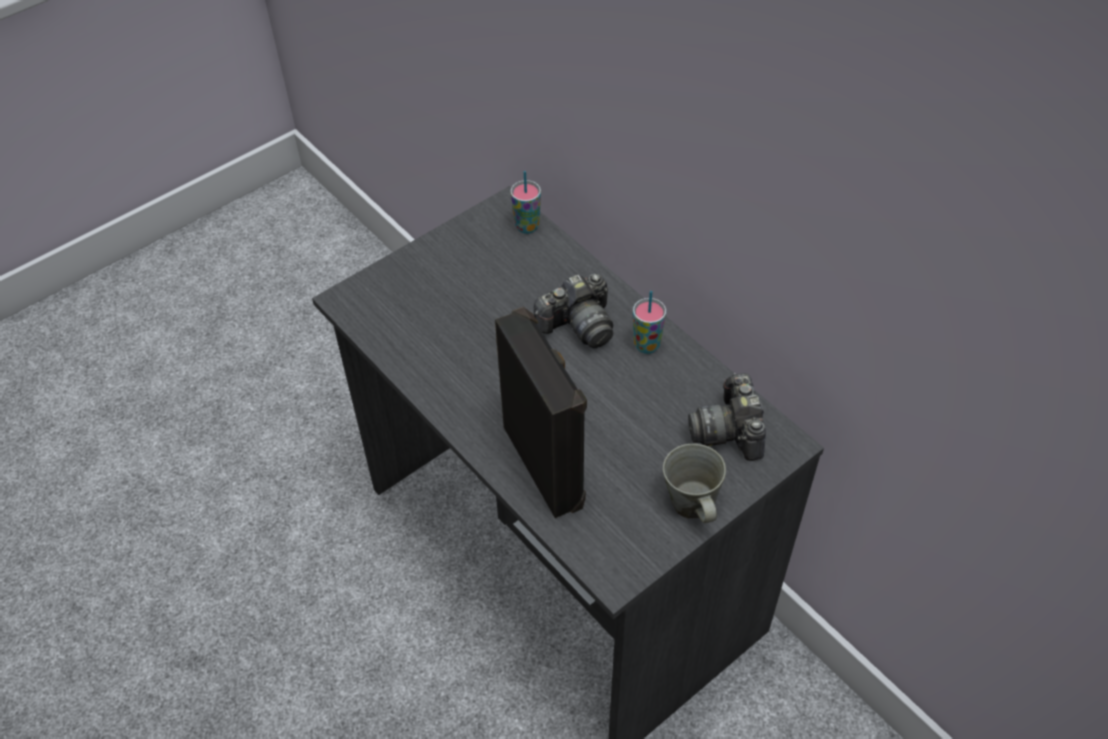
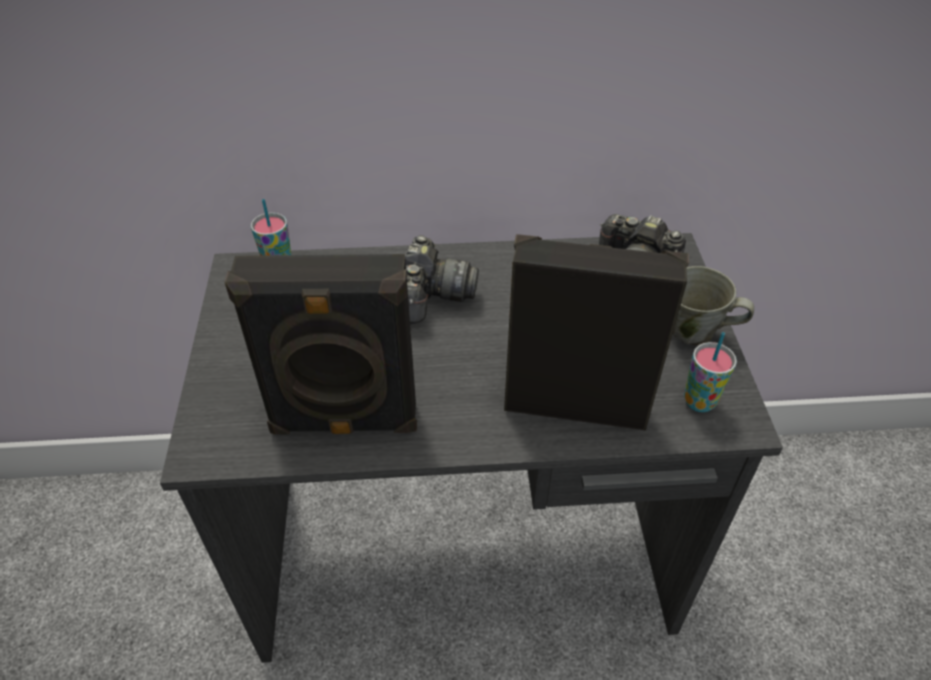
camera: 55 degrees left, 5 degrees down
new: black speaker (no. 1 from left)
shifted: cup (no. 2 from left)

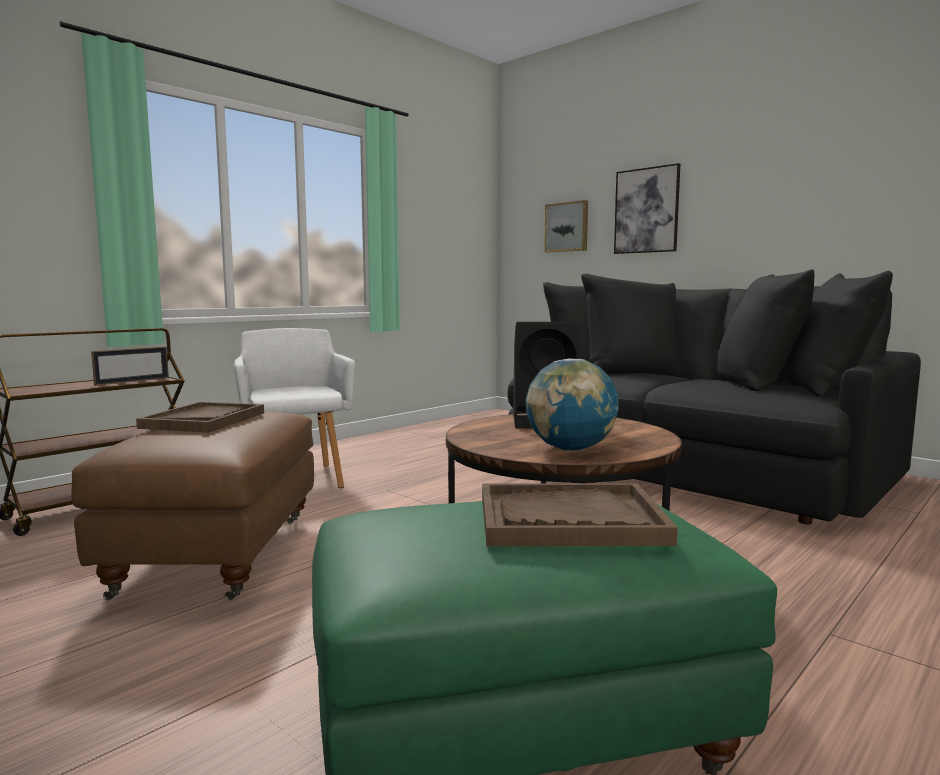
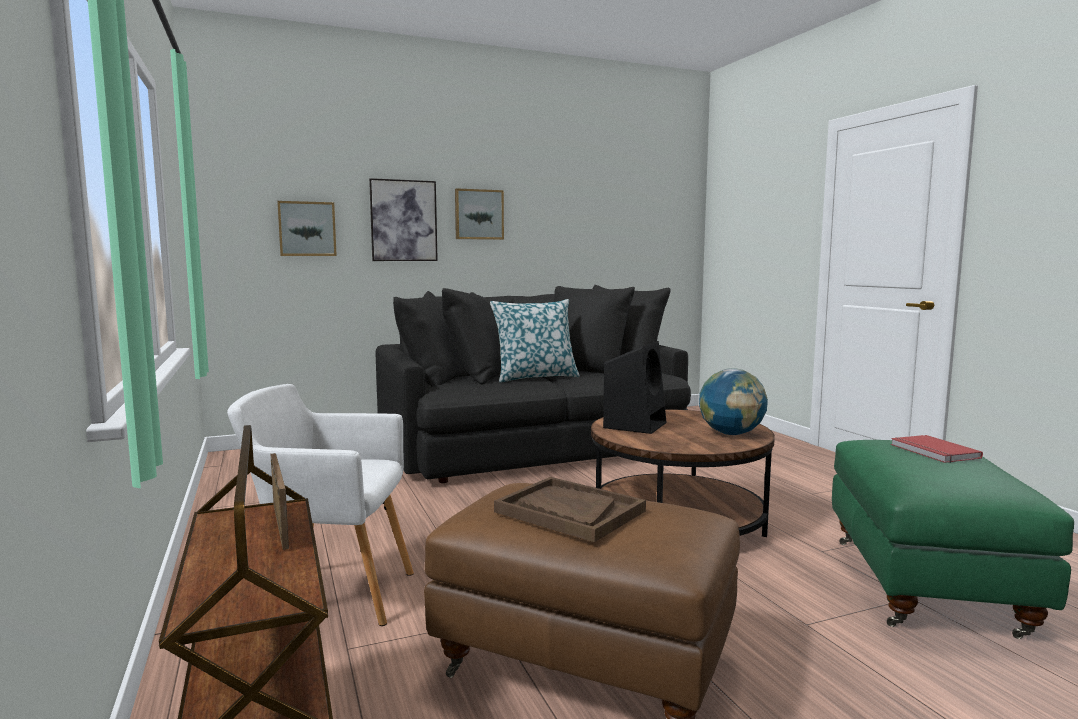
camera: 65 degrees left, 0 degrees up
new: picture (no. 3 from left); pillow
swapped: brown tray (no. 2 from left) to red book

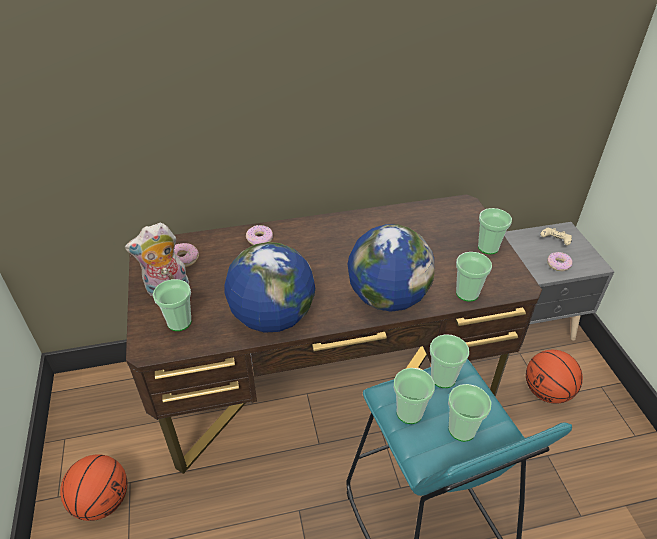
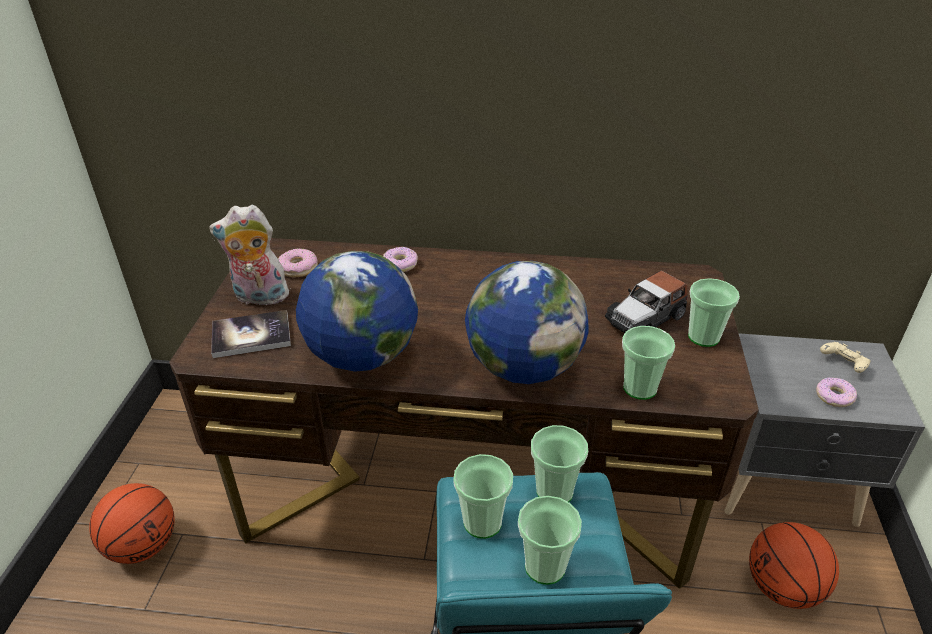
camera: 20 degrees right, 5 degrees down
new: toy car
swapped: cup (no. 1 from left) to book

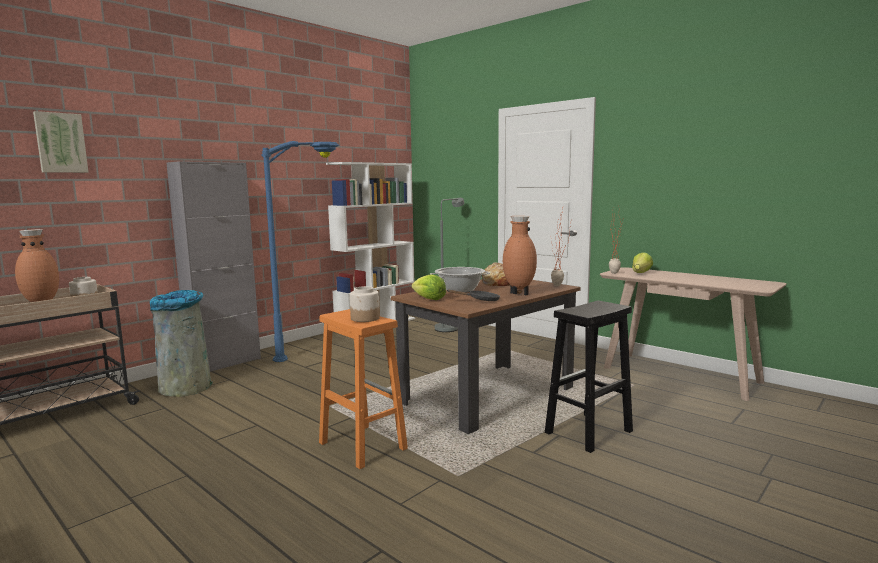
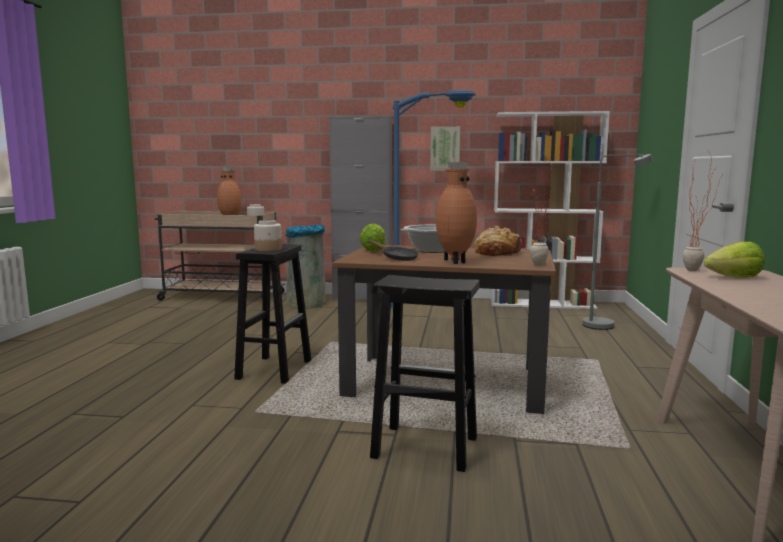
camera: 55 degrees right, 0 degrees up
shifted: picture
repainted: orange stool to black stool (no. 1 from left)

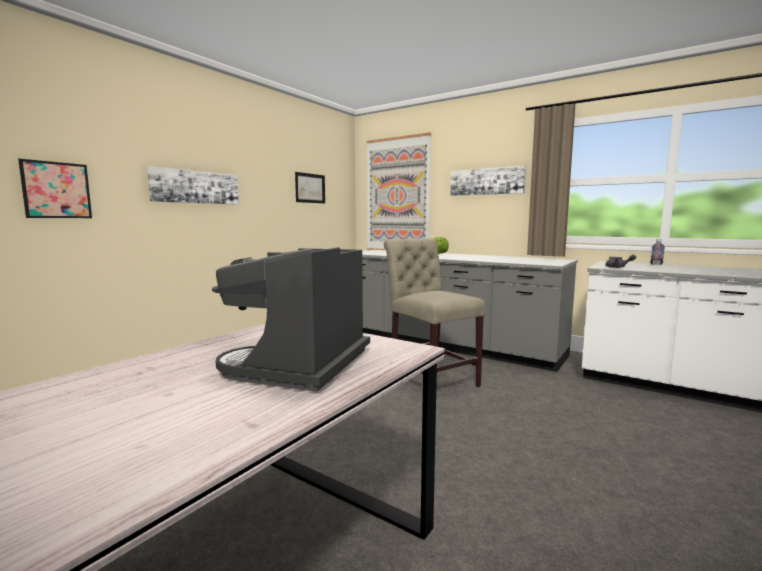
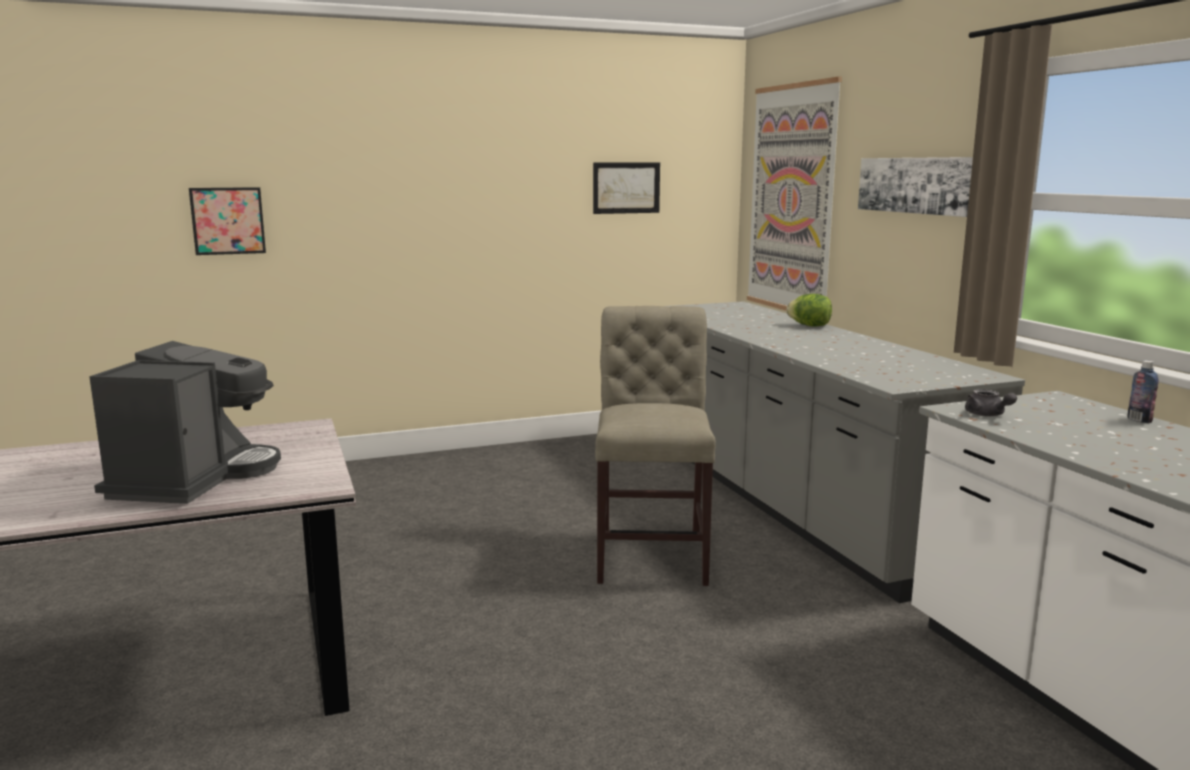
camera: 35 degrees right, 5 degrees up
gone: picture (no. 2 from left)
rotated: coffee machine 135 degrees clockwise

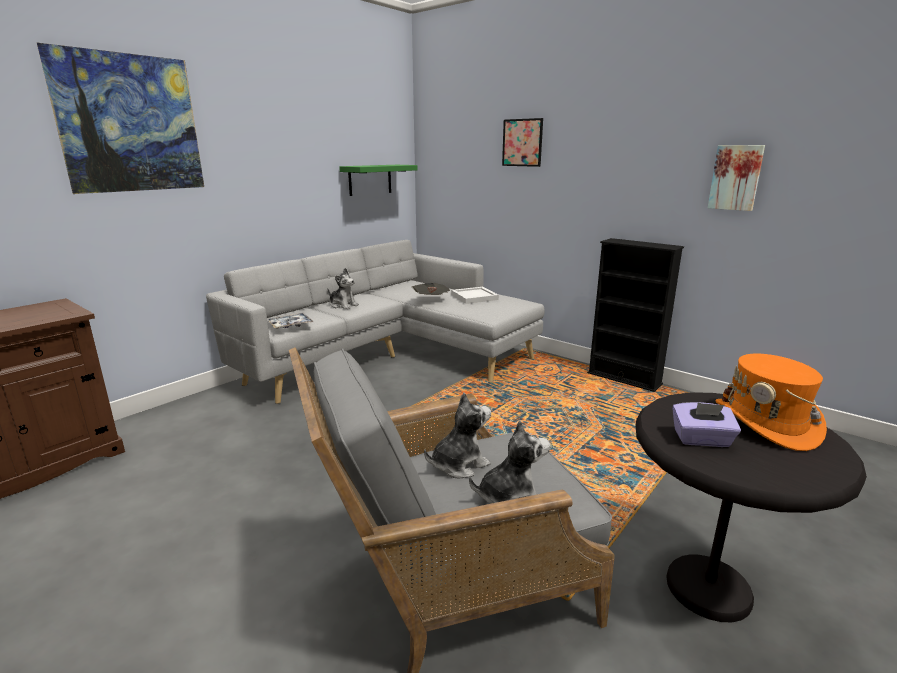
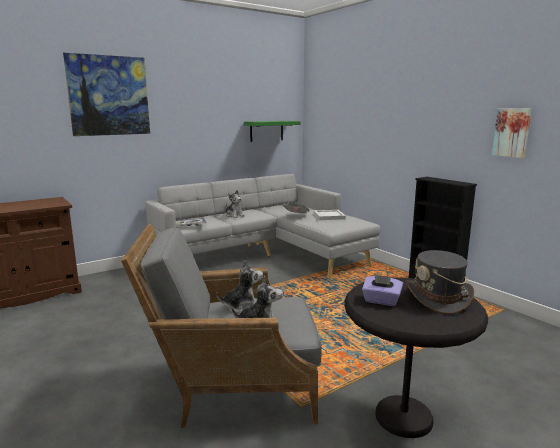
camera: 15 degrees right, 5 degrees down
gone: picture (no. 2 from left)
repainted: orange hat to grey hat

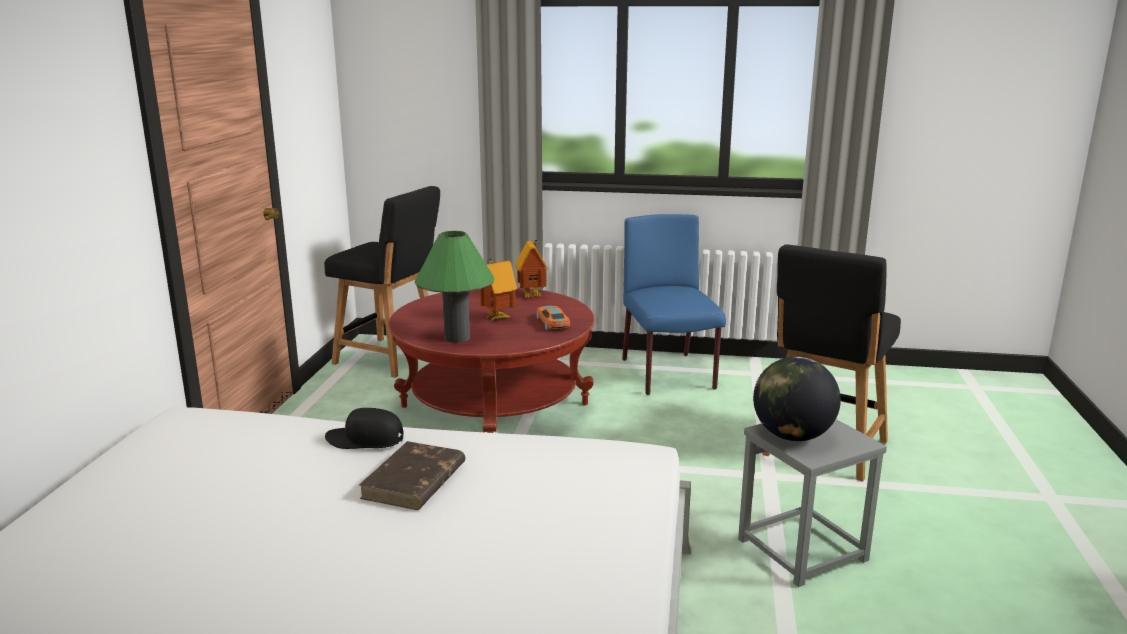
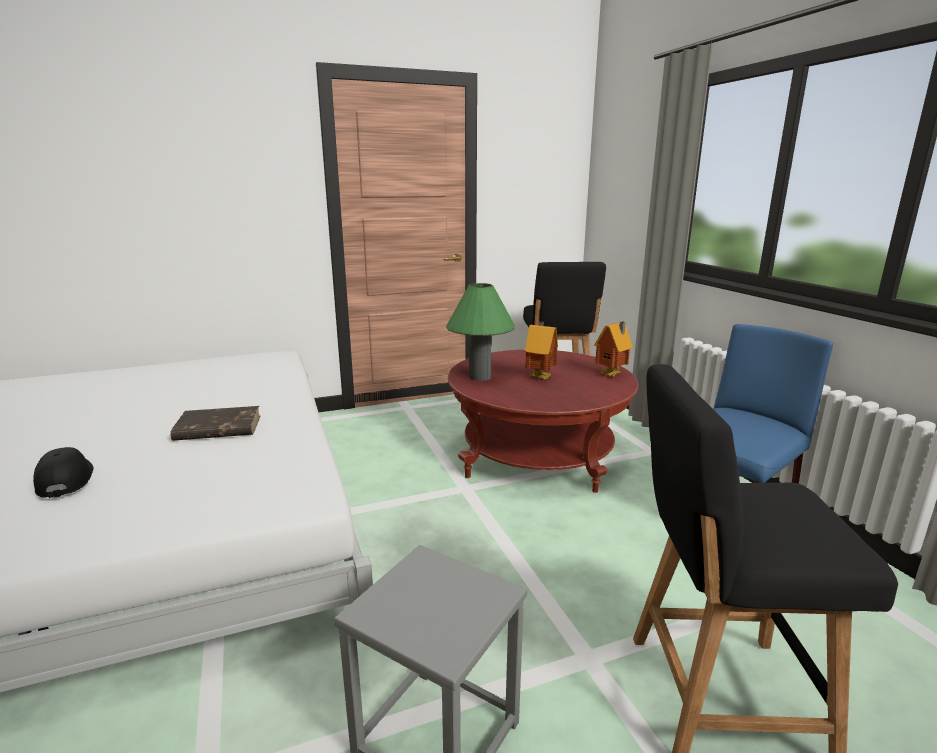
camera: 60 degrees right, 0 degrees up
gone: toy car; globe
shifted: black cap

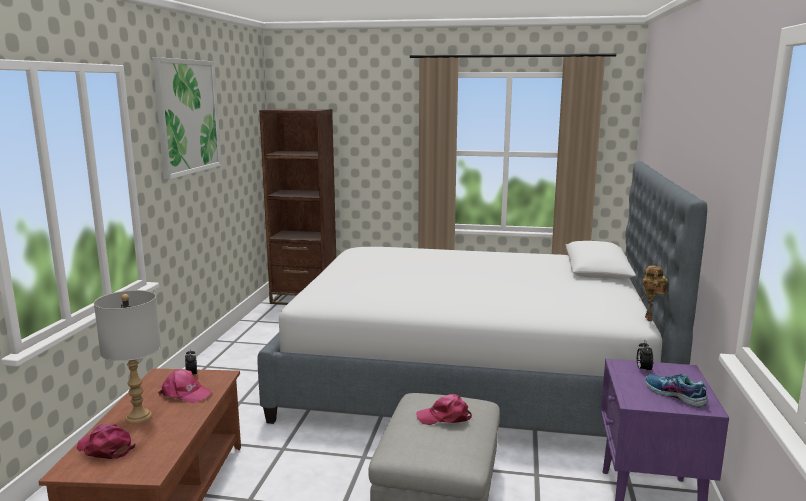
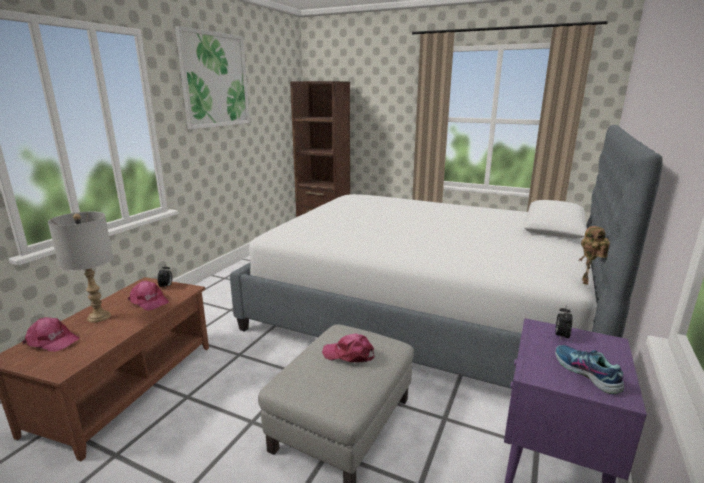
camera: 15 degrees right, 5 degrees up
rotated: pink cap (no. 1 from left) 150 degrees clockwise

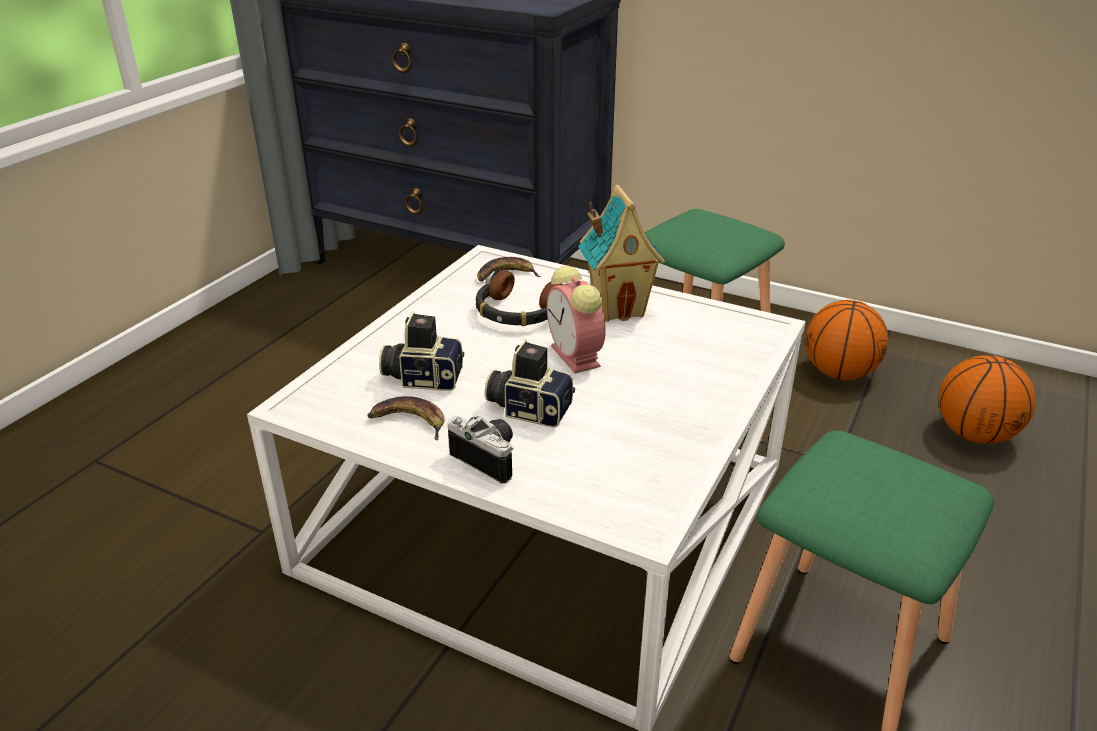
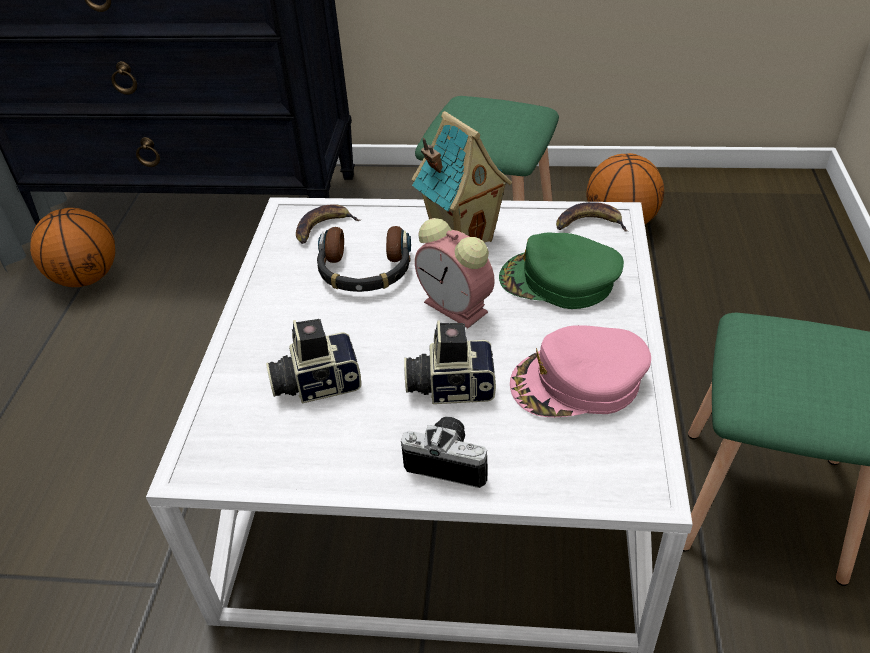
camera: 20 degrees left, 10 degrees up
new: green cap; pink cap
shifted: basketball (no. 2 from left in the first image) to basketball (no. 1 from left); banana (no. 1 from left in the first image) to banana (no. 2 from left)

